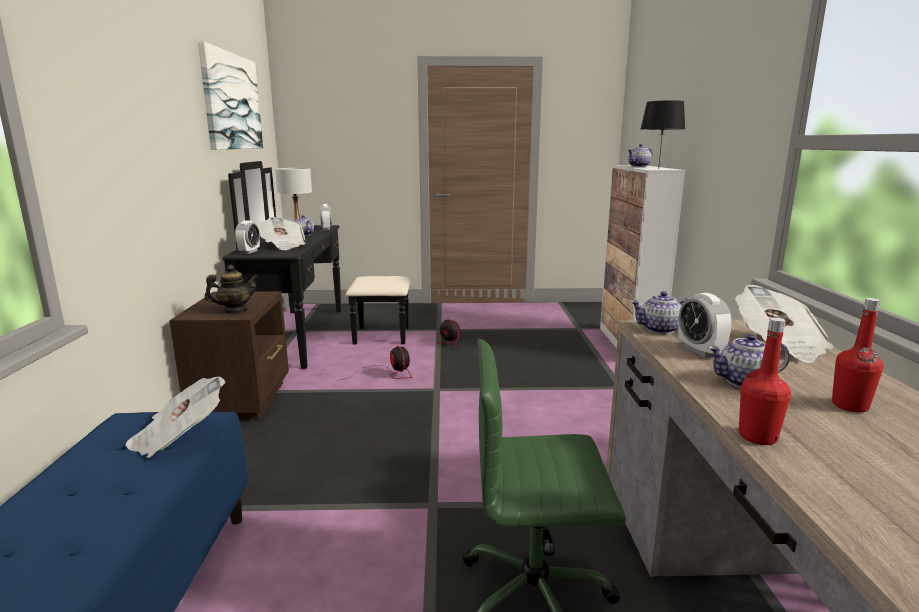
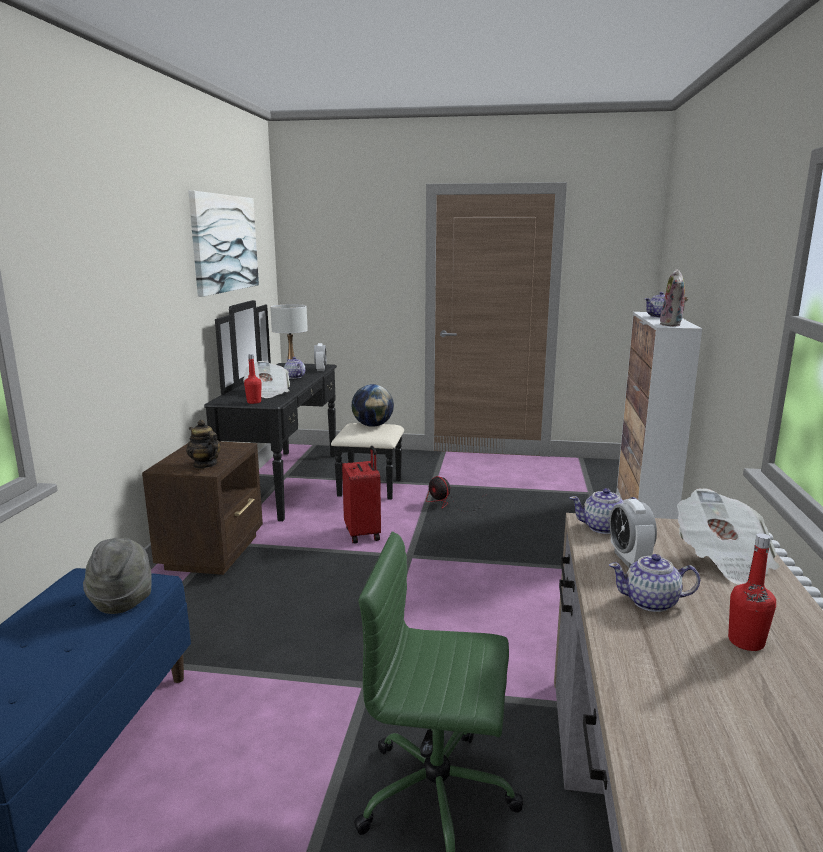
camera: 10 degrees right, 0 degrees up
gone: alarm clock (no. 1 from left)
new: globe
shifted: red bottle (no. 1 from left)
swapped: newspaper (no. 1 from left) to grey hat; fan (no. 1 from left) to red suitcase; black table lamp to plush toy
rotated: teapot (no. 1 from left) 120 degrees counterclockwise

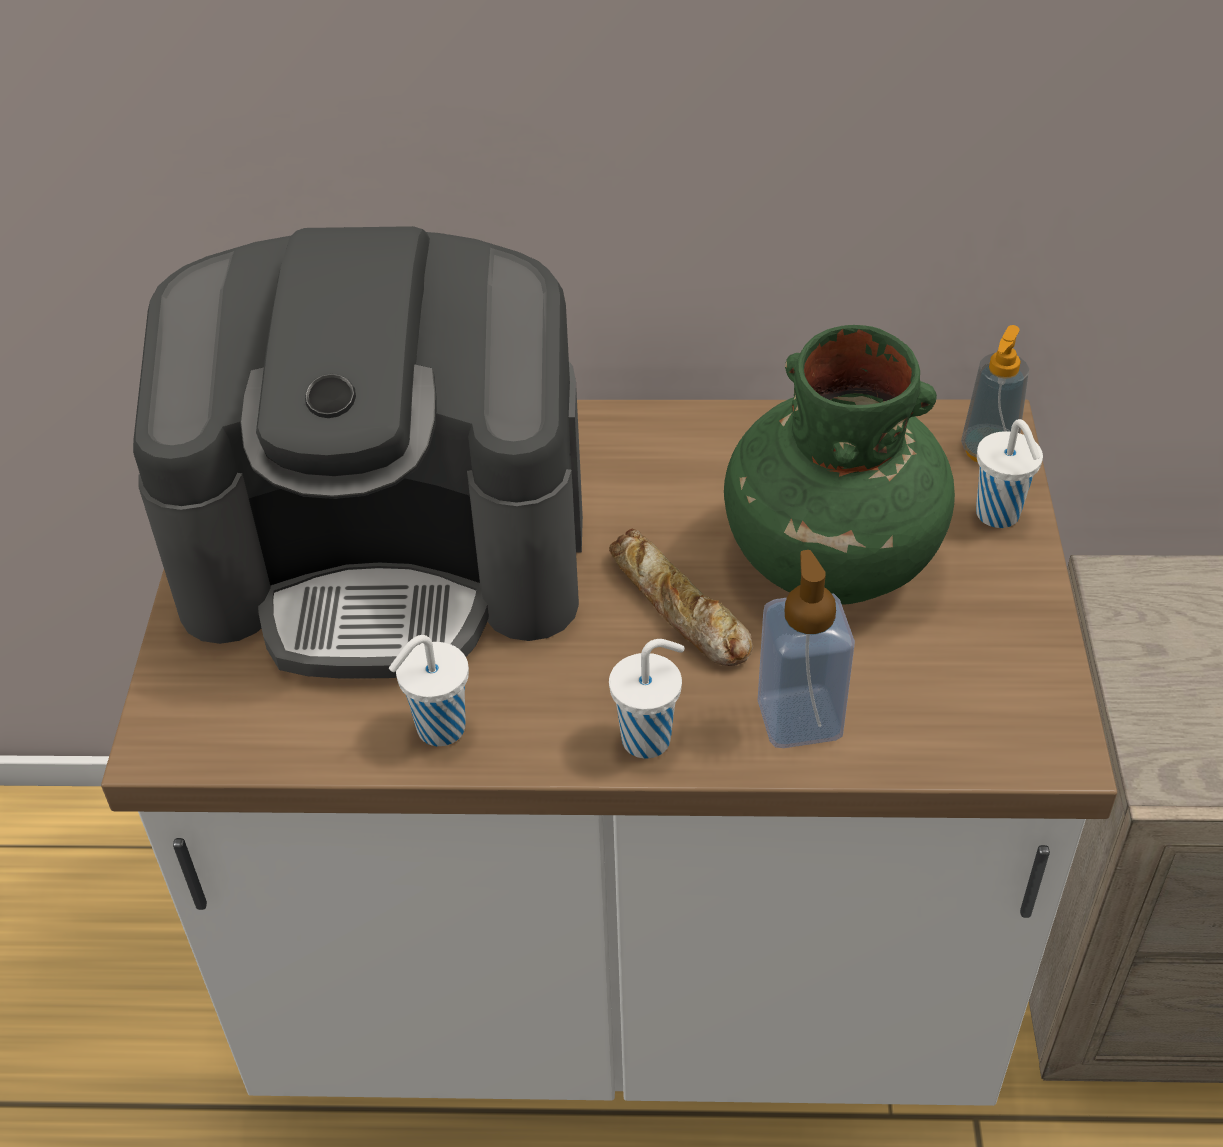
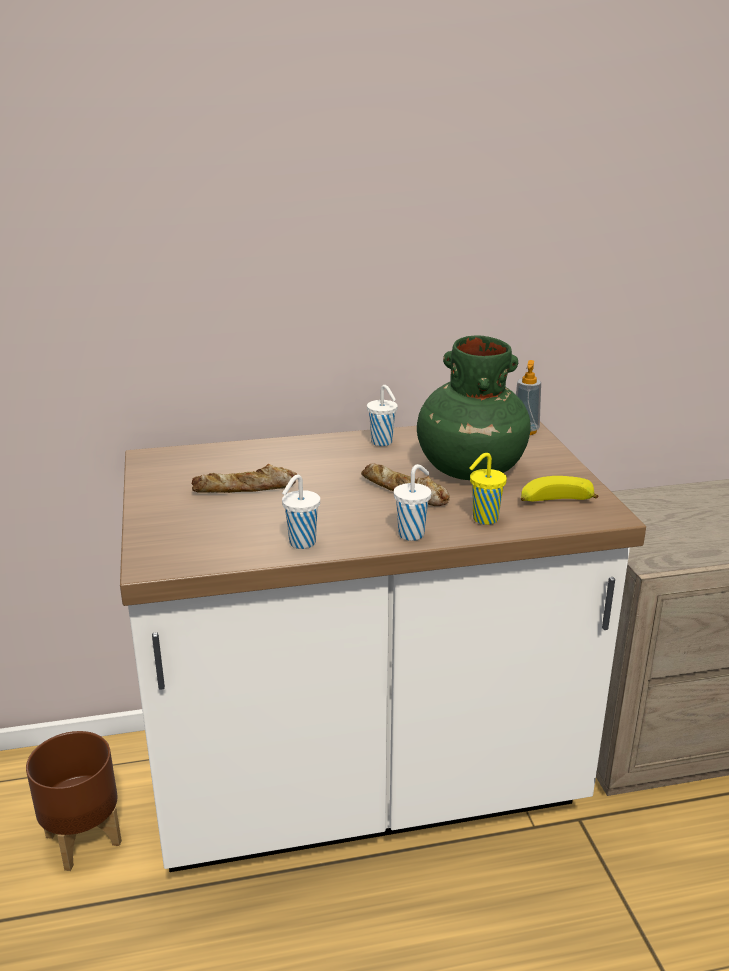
camera: 15 degrees left, 20 degrees down
new: brown planter; banana
shifted: white cup (no. 3 from left in the first image) to white cup (no. 2 from left)
swapped: coffee machine to bread (no. 1 from left); soap dispenser (no. 1 from left) to yellow cup

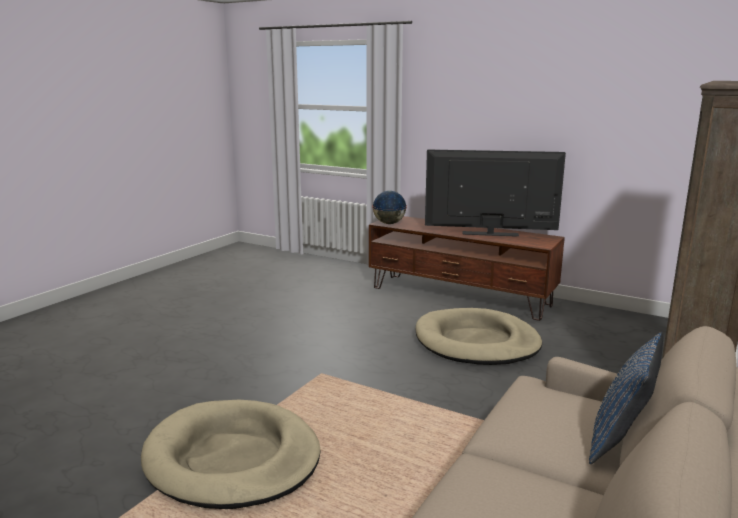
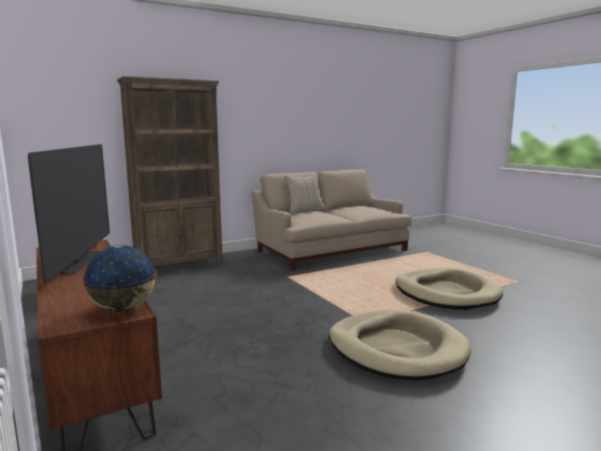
camera: 150 degrees left, 5 degrees down
shifted: beige dog bed (no. 2 from left in the first image) to beige dog bed (no. 1 from left)
repainted: blue pillow to beige pillow
rotated: television 135 degrees counterclockwise

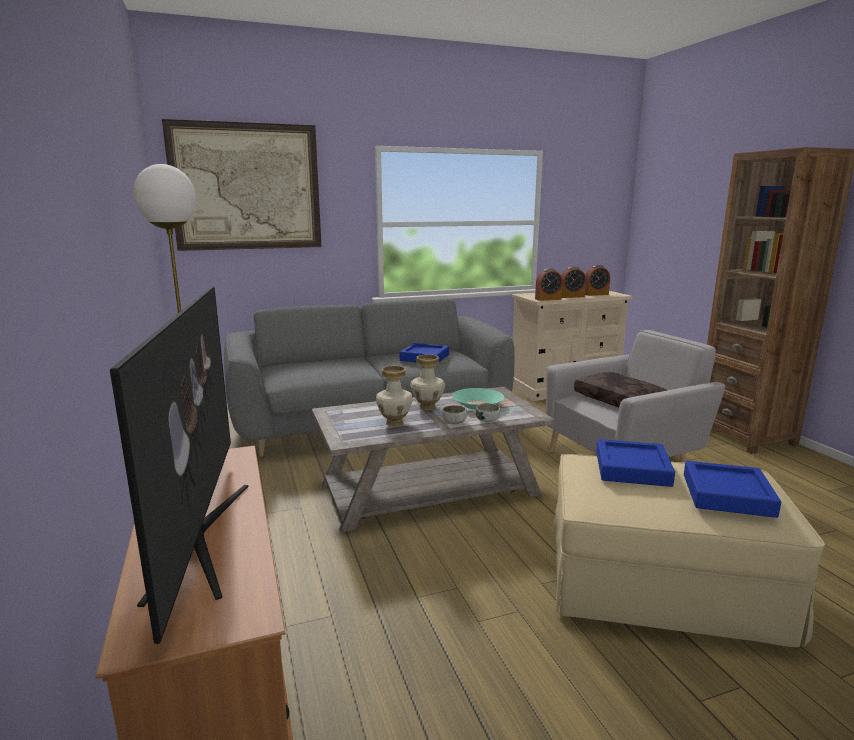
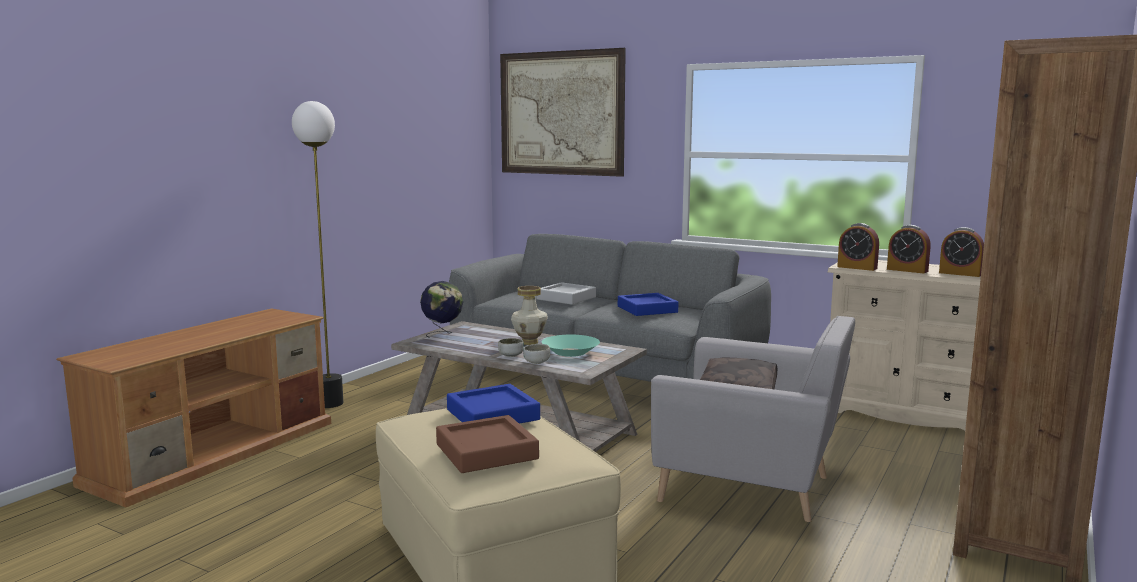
camera: 50 degrees right, 5 degrees down
gone: television; vase (no. 1 from left)
new: globe; grey tray
repainted: blue tray (no. 3 from left) to brown tray

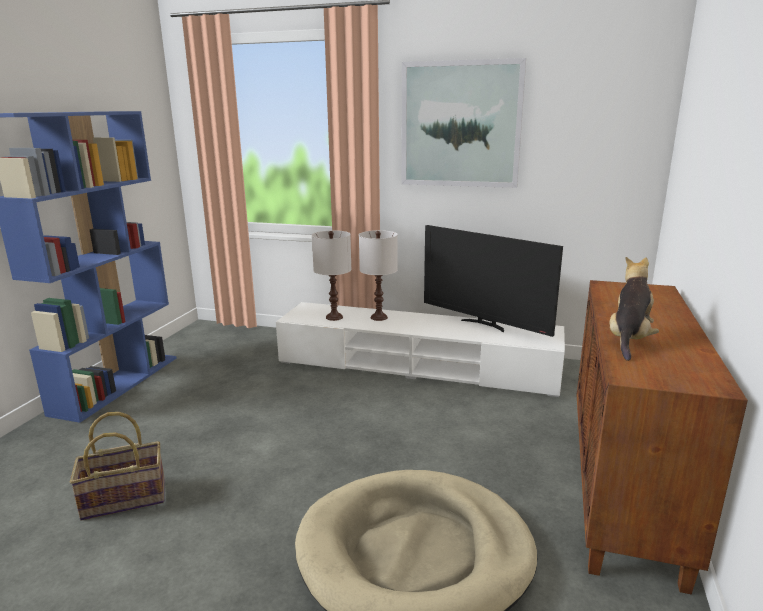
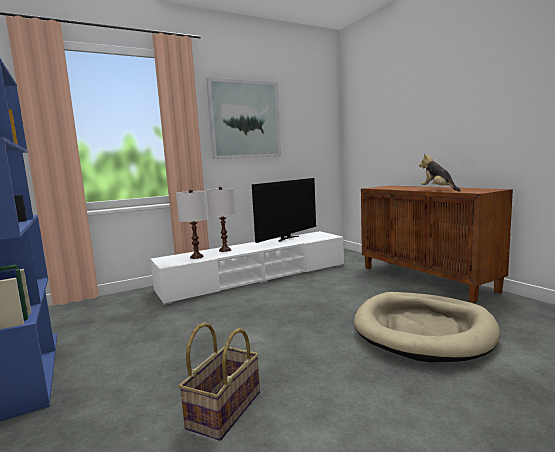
camera: 45 degrees left, 10 degrees down
rotated: television 45 degrees counterclockwise

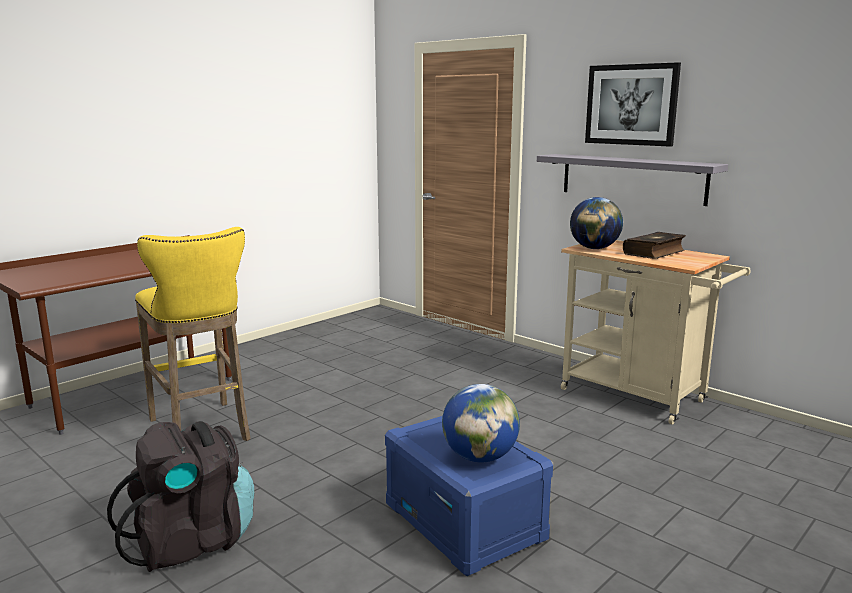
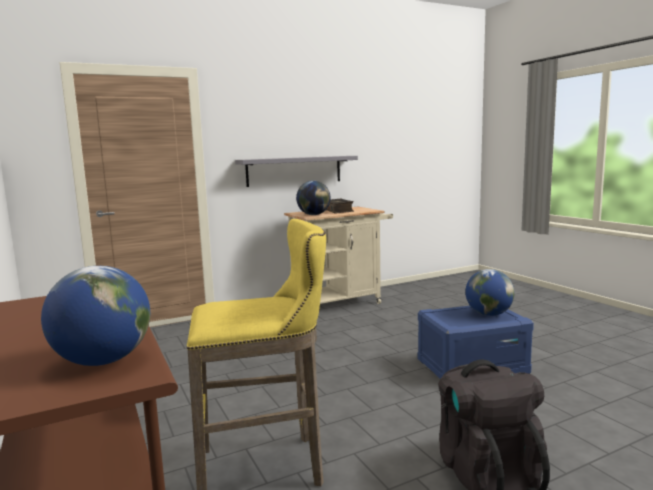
camera: 70 degrees left, 5 degrees down
gone: picture
new: globe (no. 1 from left)

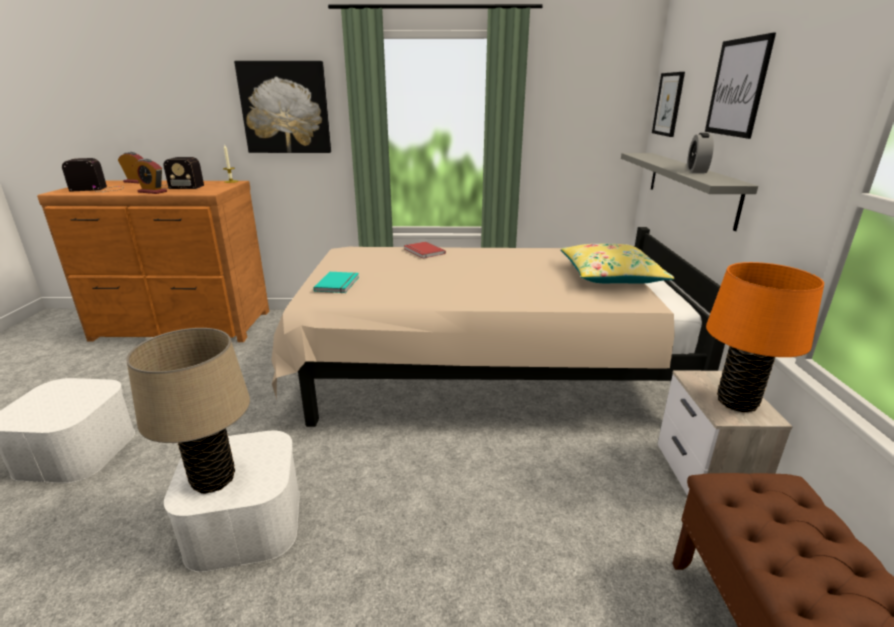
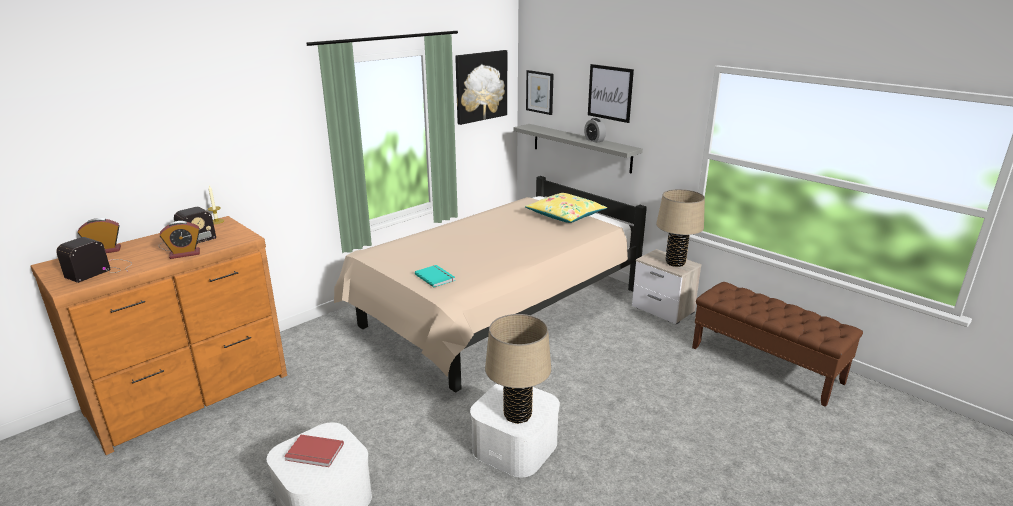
camera: 45 degrees left, 0 degrees up
shifted: red book; picture (no. 1 from left)
repainted: orange table lamp to beige table lamp (no. 2 from left)

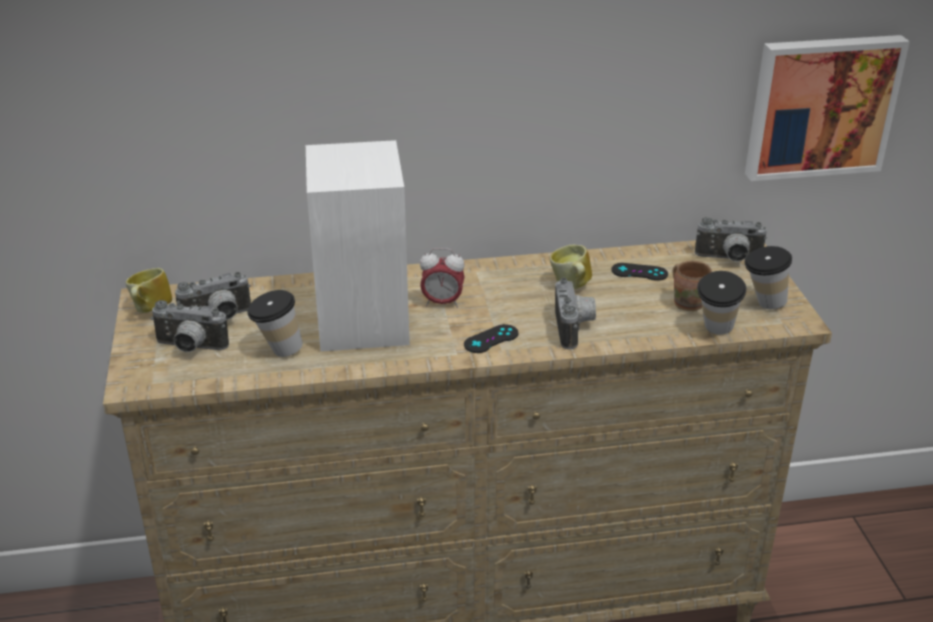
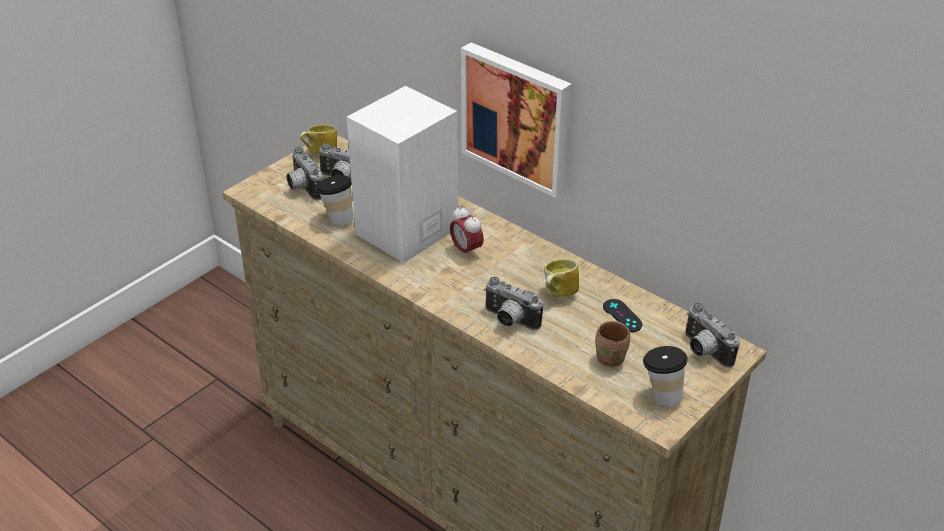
camera: 50 degrees right, 5 degrees up
gone: black game controller (no. 1 from left); cup (no. 2 from left)
shifted: picture
rotated: photo camera (no. 3 from left) 75 degrees clockwise

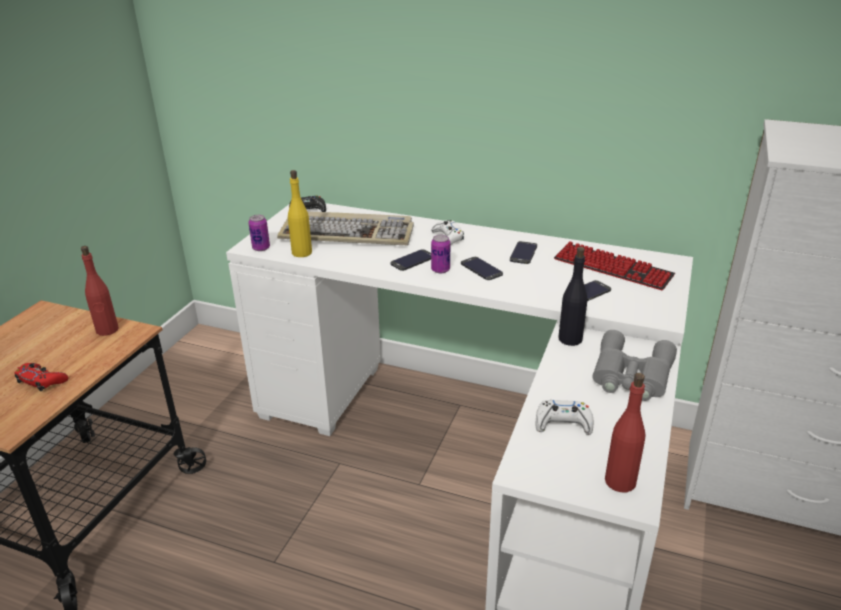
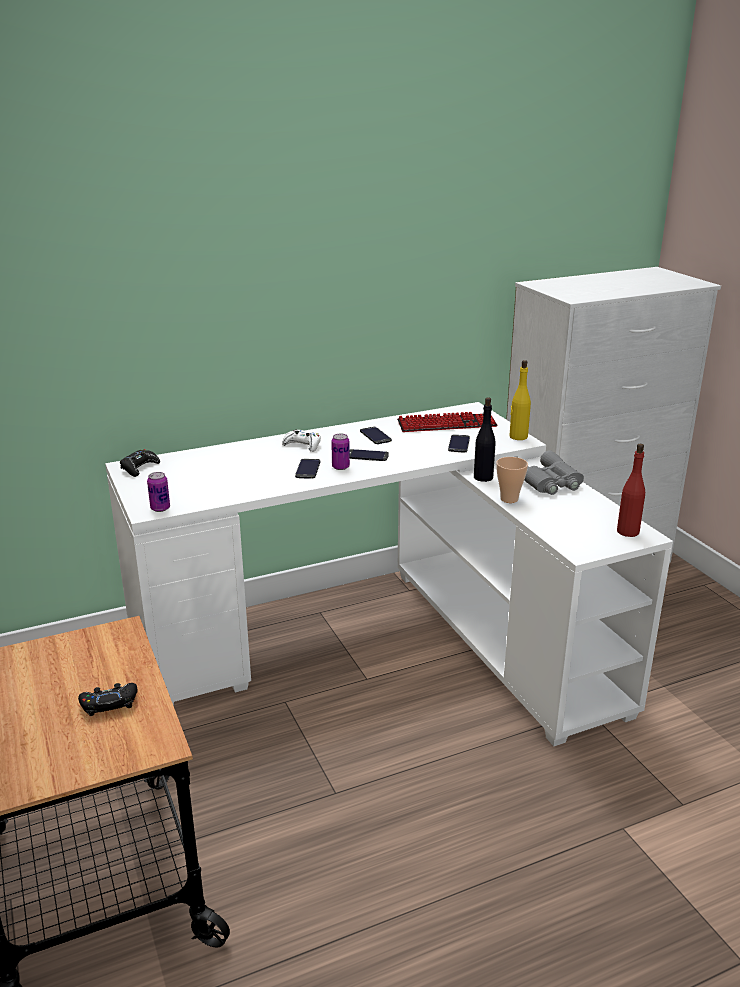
camera: 45 degrees left, 5 degrees down
gone: red bottle (no. 1 from left); keyboard (no. 1 from left); white game controller (no. 2 from left)
new: cup
shifted: yellow bottle
repainted: red game controller to black game controller (no. 1 from left)

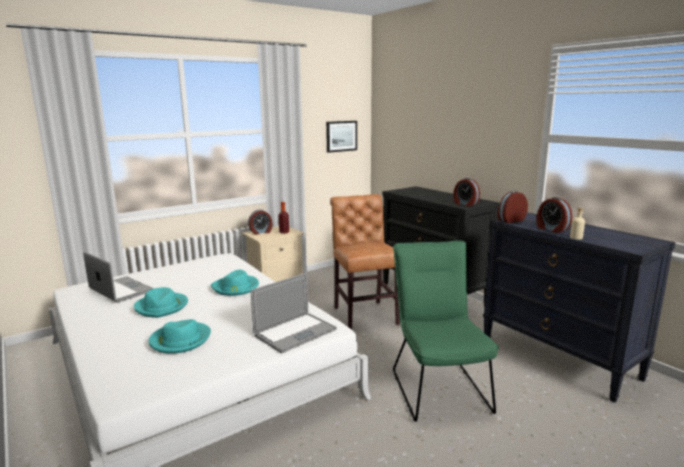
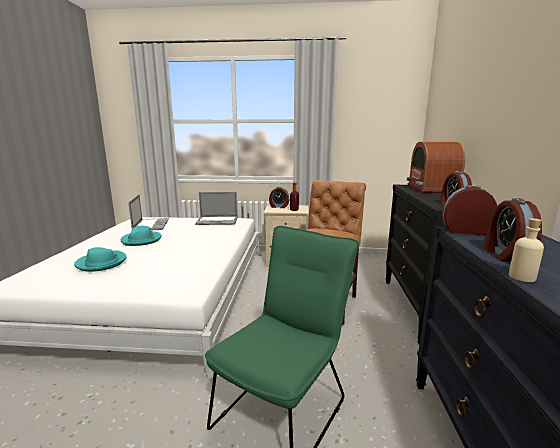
camera: 40 degrees right, 0 degrees up
gone: turquoise hat (no. 3 from left); picture
new: radio
shifted: laptop (no. 2 from left)

